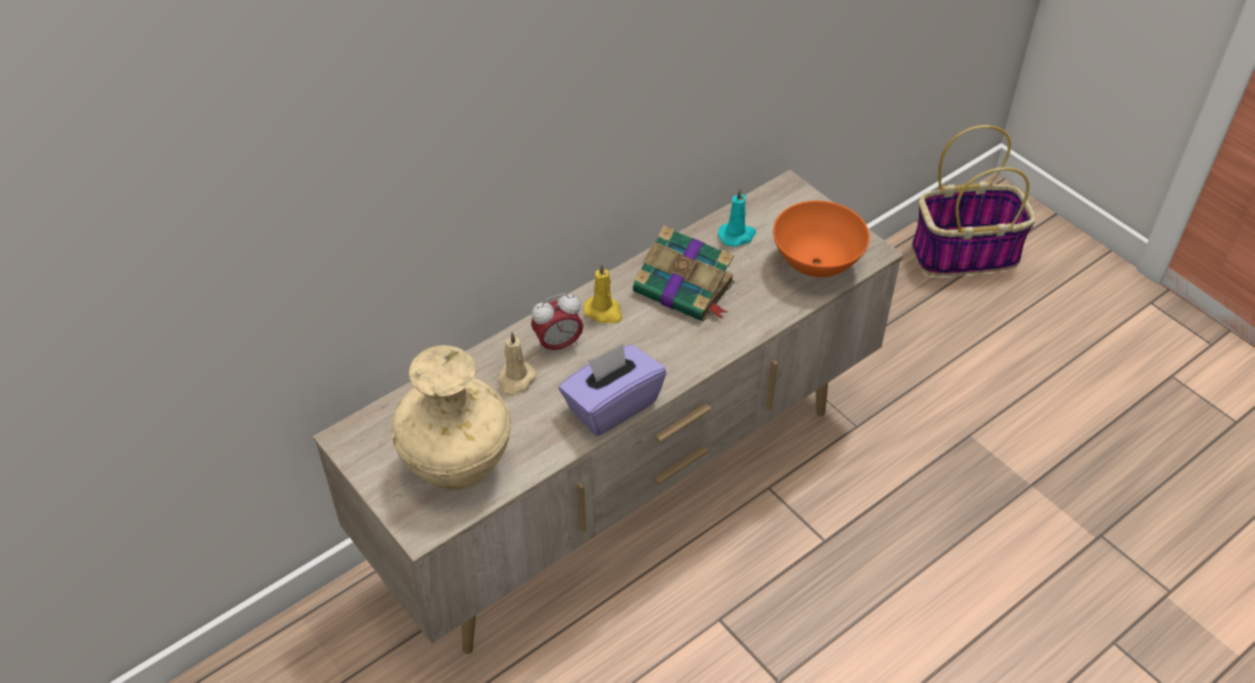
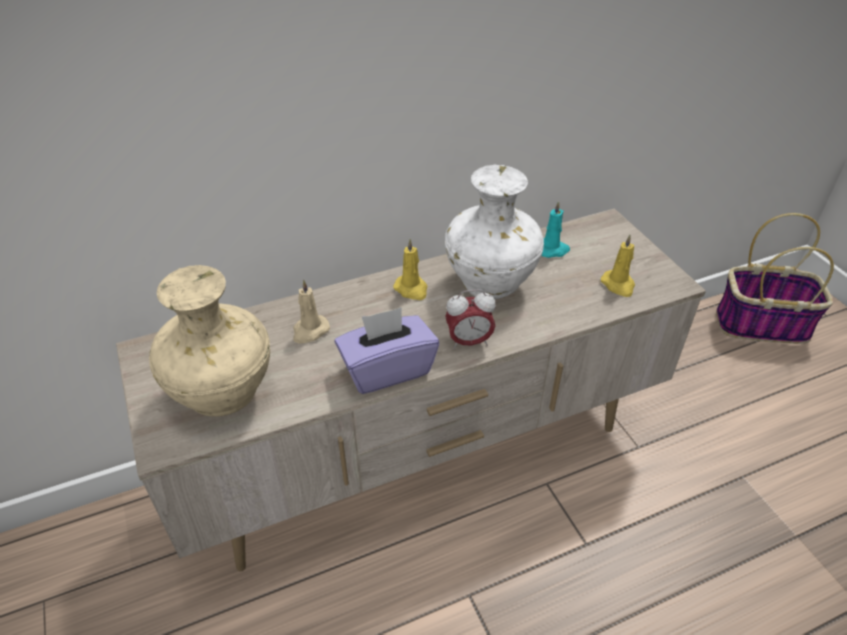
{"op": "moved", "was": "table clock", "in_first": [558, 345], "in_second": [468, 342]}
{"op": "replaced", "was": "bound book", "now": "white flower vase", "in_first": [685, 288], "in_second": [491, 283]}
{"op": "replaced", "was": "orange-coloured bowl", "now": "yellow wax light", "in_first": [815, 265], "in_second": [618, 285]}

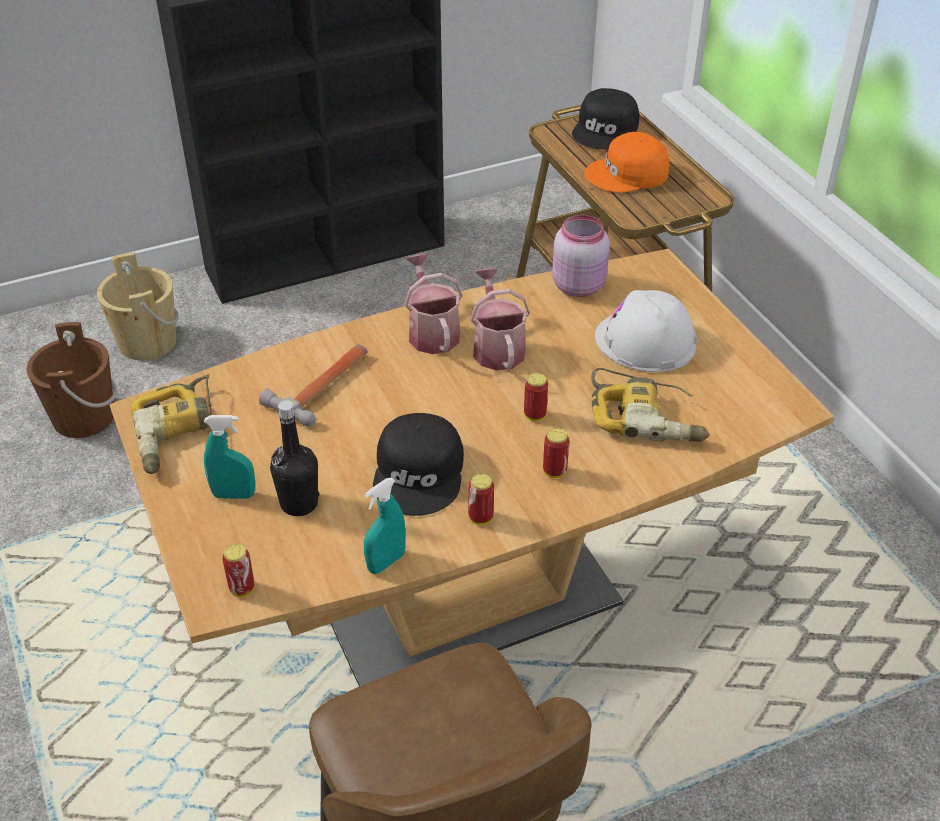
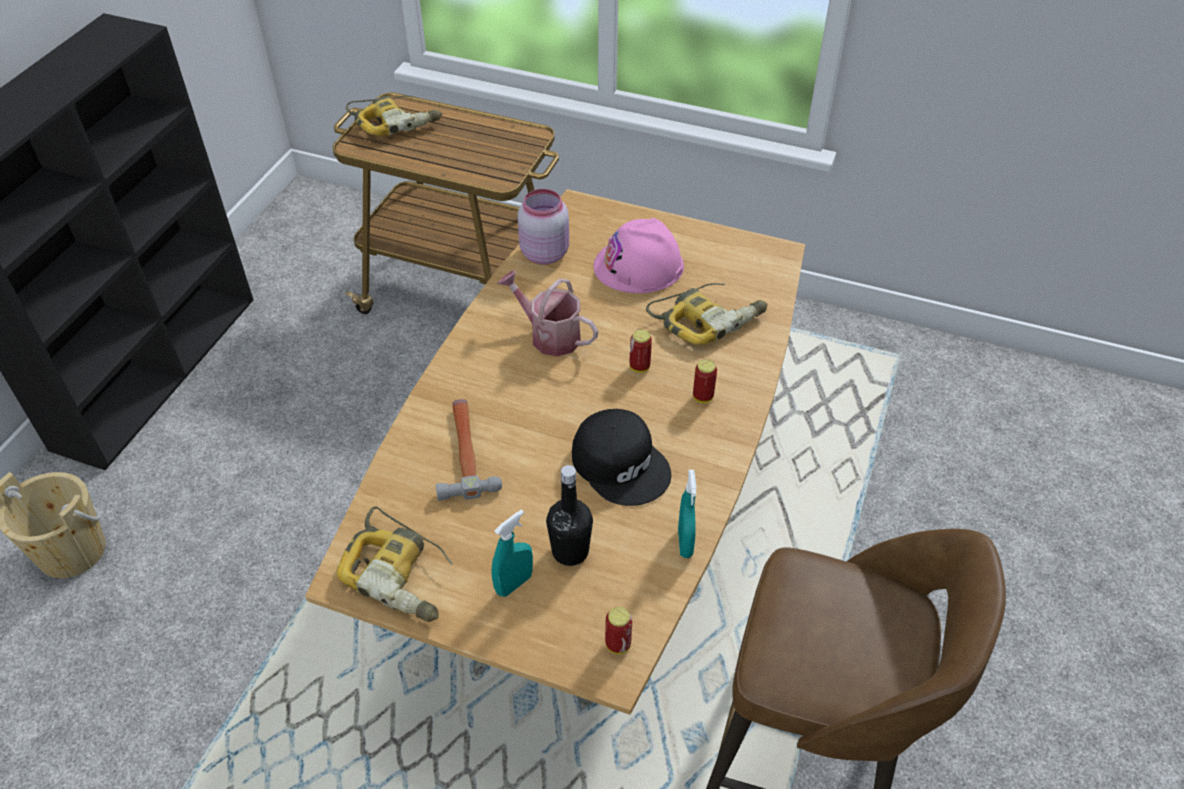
{"op": "removed", "was": "brown water bucket", "in_first": [84, 417]}
{"op": "removed", "was": "sprinkling can", "in_first": [432, 331]}
{"op": "removed", "was": "sealed can", "in_first": [480, 518]}
{"op": "removed", "was": "orange-coloured cap", "in_first": [627, 174]}
{"op": "replaced", "was": "black cap", "now": "power drill", "in_first": [606, 130], "in_second": [396, 121]}
{"op": "recoloured", "was": "white hard hat", "now": "pink hard hat", "in_first": [645, 341], "in_second": [639, 266]}

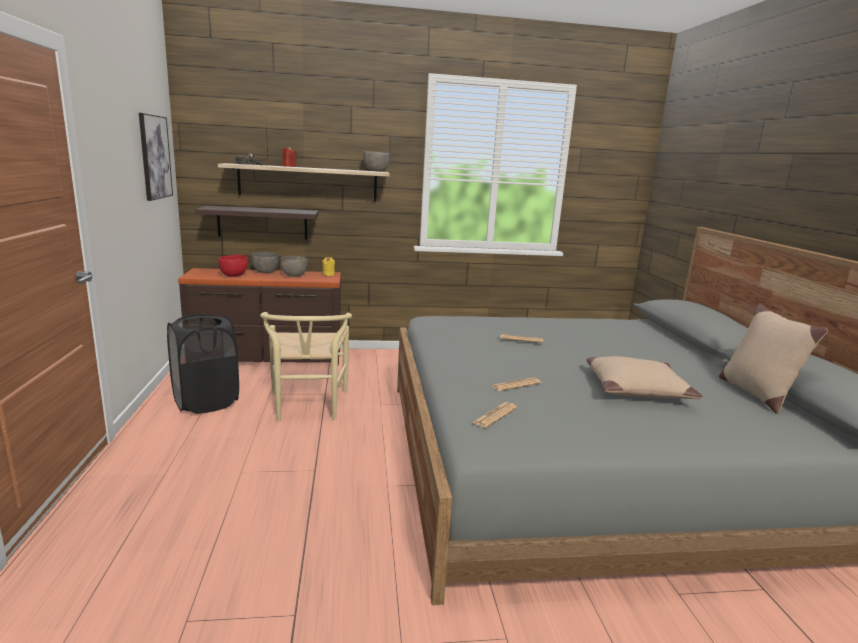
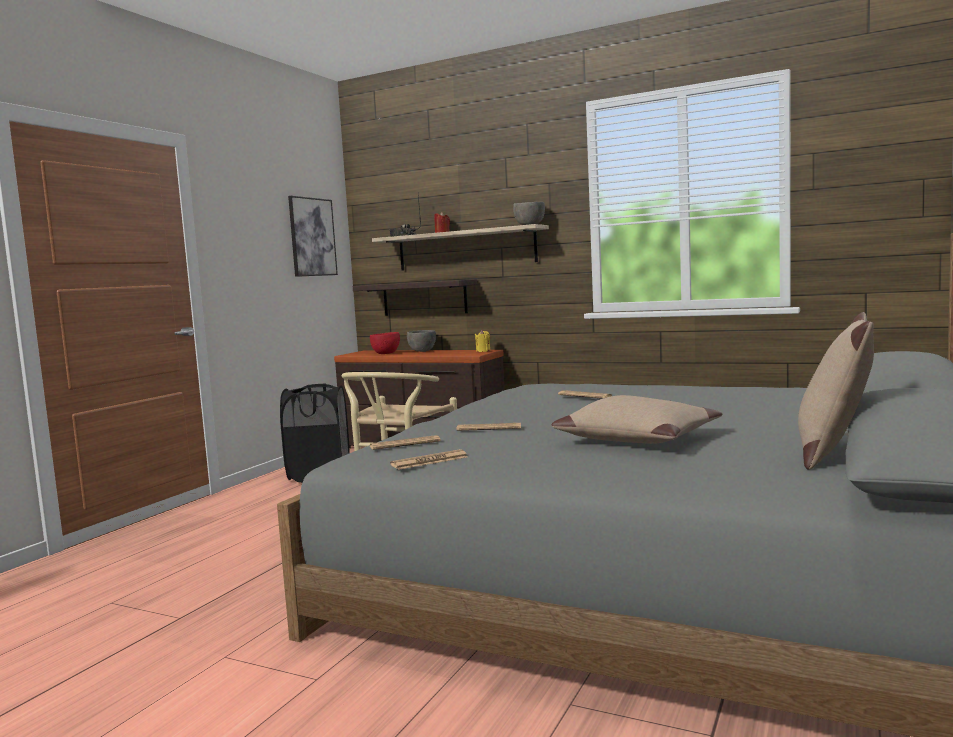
{"op": "removed", "was": "gray bowl", "in_first": [294, 276]}
{"op": "added", "now": "printed paper", "in_second": [429, 461]}

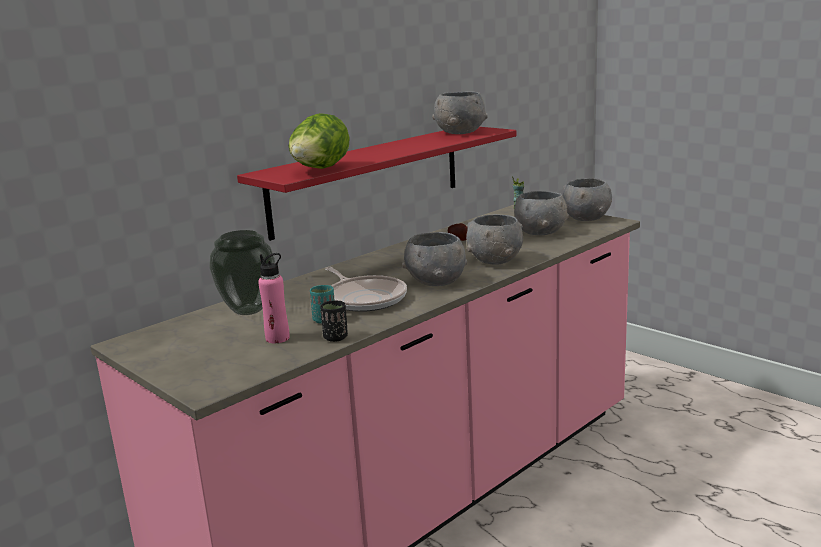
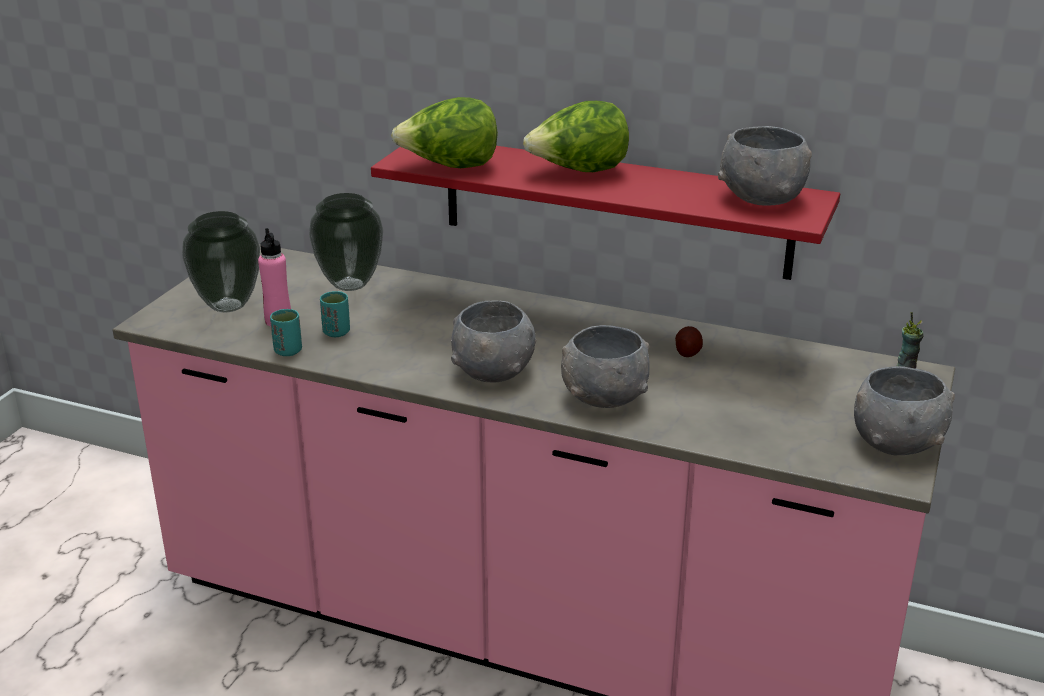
{"op": "removed", "was": "pan", "in_first": [365, 298]}
{"op": "removed", "was": "gray bowl", "in_first": [540, 232]}
{"op": "added", "now": "flower vase", "in_second": [227, 305]}
{"op": "added", "now": "lettuce", "in_second": [579, 172]}
{"op": "recoloured", "was": "black cup", "now": "blue-green cup", "in_first": [335, 338], "in_second": [288, 351]}

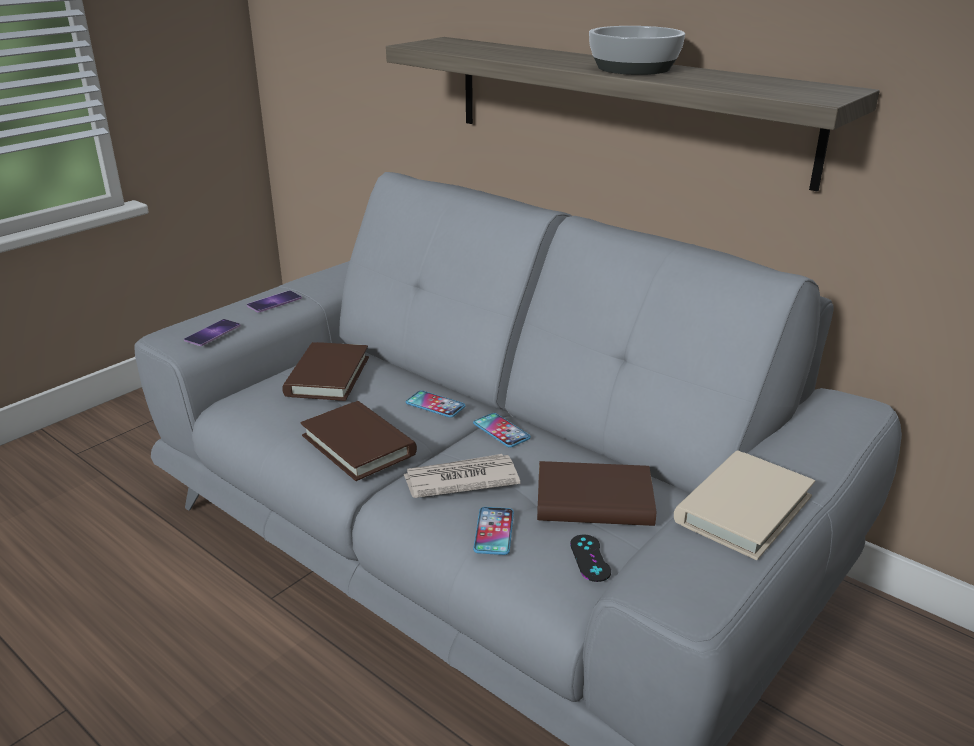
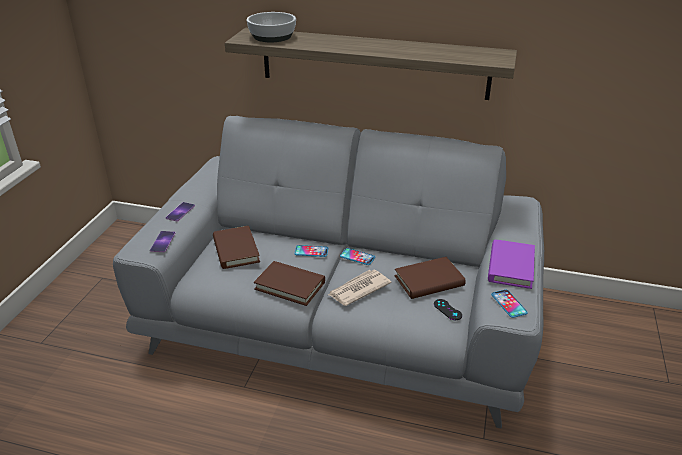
{"op": "moved", "was": "phone", "in_first": [494, 531], "in_second": [508, 304]}
{"op": "moved", "was": "bowl", "in_first": [632, 68], "in_second": [271, 36]}
{"op": "recoloured", "was": "beige bound book", "now": "purple-coloured bound book", "in_first": [743, 509], "in_second": [510, 267]}

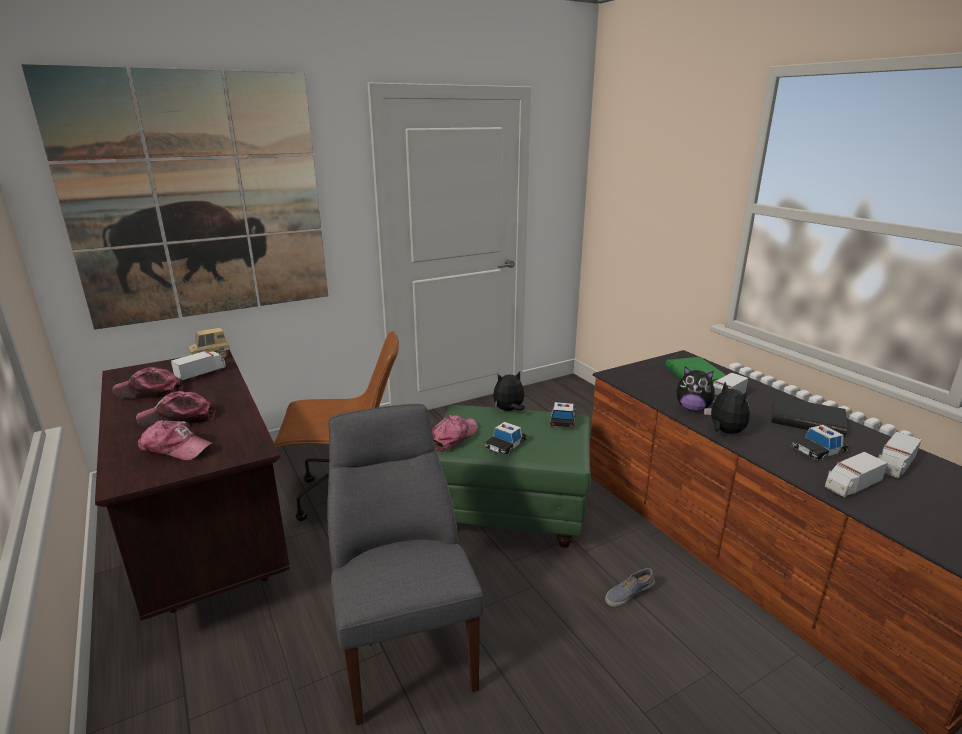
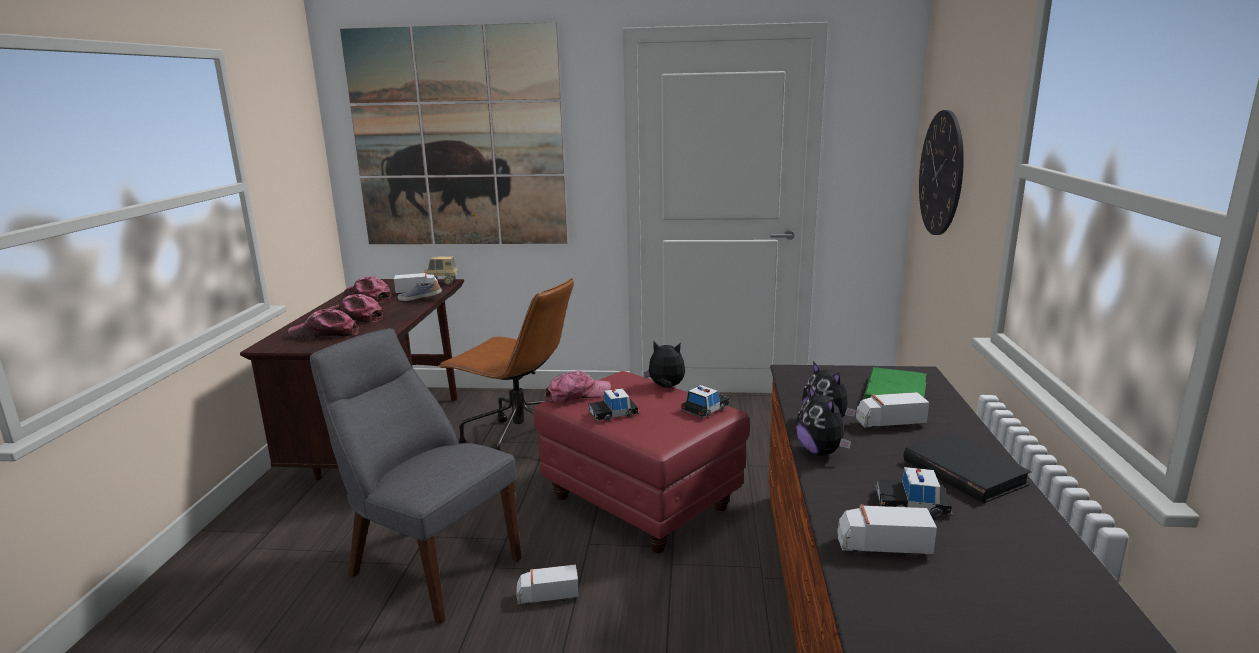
{"op": "added", "now": "wall clock", "in_second": [941, 173]}
{"op": "moved", "was": "low shoe", "in_first": [628, 594], "in_second": [420, 299]}
{"op": "moved", "was": "toy lorry", "in_first": [894, 466], "in_second": [547, 596]}
{"op": "recoloured", "was": "greenish ottoman", "now": "red ottoman", "in_first": [509, 512], "in_second": [639, 503]}
{"op": "turned", "was": "cap", "in_first": [176, 448], "in_second": [325, 334], "clockwise": 120}
{"op": "turned", "was": "gray plain chair", "in_first": [404, 642], "in_second": [429, 565], "clockwise": -75}
{"op": "turned", "was": "plush toy", "in_first": [724, 431], "in_second": [821, 452], "clockwise": 150}

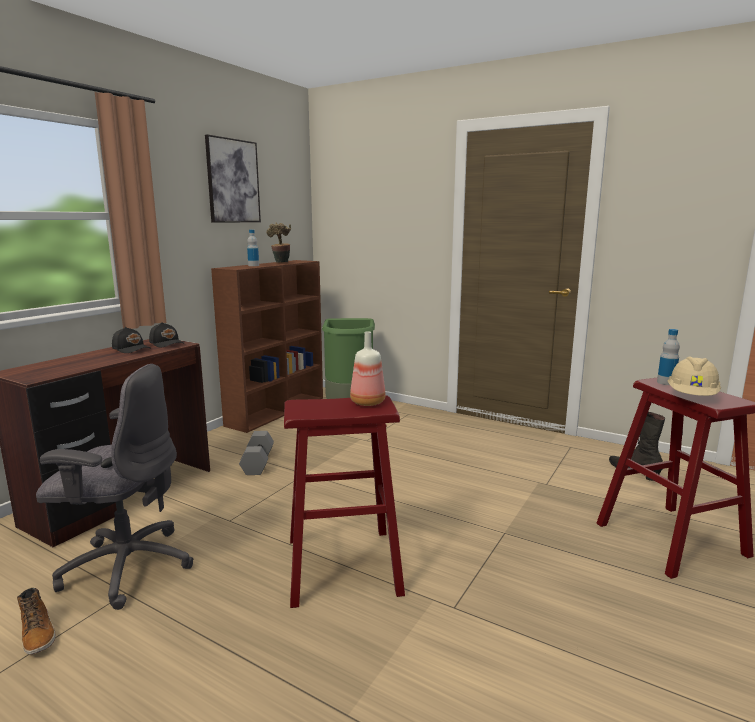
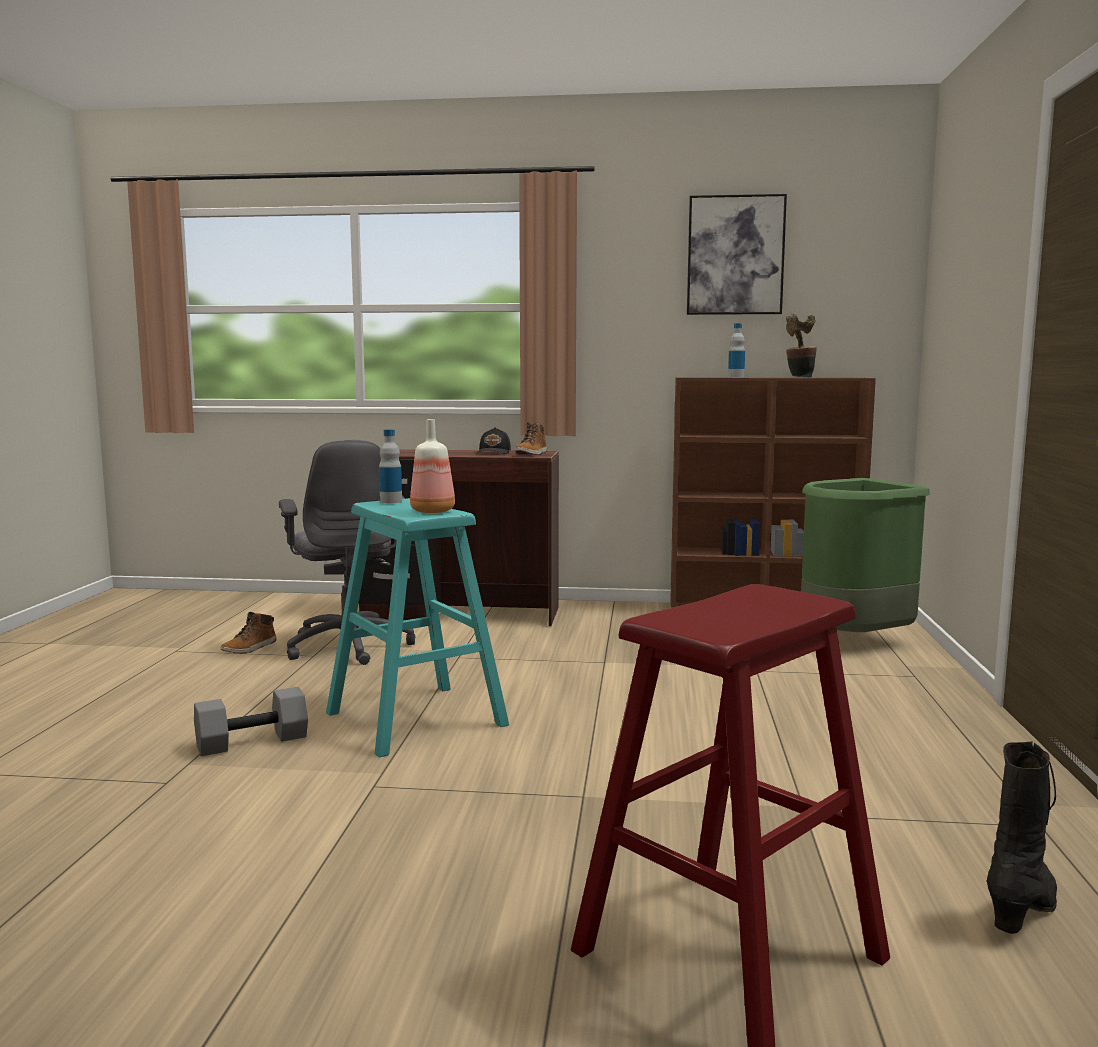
{"op": "removed", "was": "beige hard hat", "in_first": [692, 397]}
{"op": "moved", "was": "gray dumbbell", "in_first": [257, 463], "in_second": [253, 741]}
{"op": "moved", "was": "beverage bottle", "in_first": [666, 382], "in_second": [391, 501]}
{"op": "replaced", "was": "black cap", "now": "tall boot", "in_first": [167, 343], "in_second": [532, 454]}
{"op": "recoloured", "was": "red stool", "now": "blue-green stool", "in_first": [343, 565], "in_second": [416, 719]}

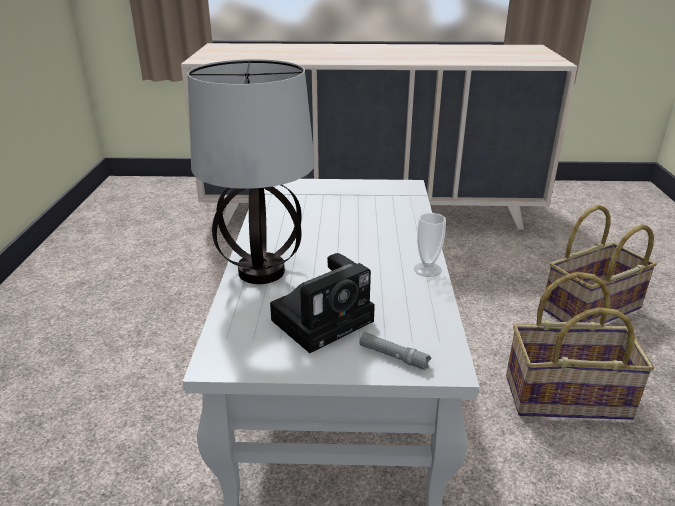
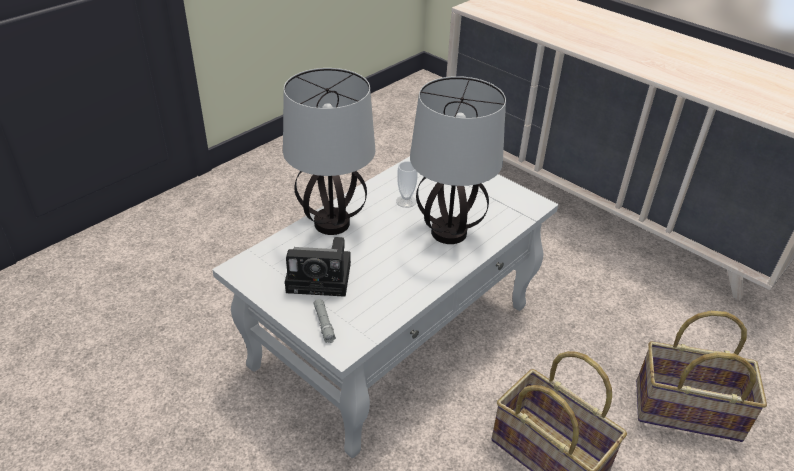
{"op": "added", "now": "lamp for a table", "in_second": [448, 233]}
{"op": "moved", "was": "cup", "in_first": [427, 269], "in_second": [406, 201]}

